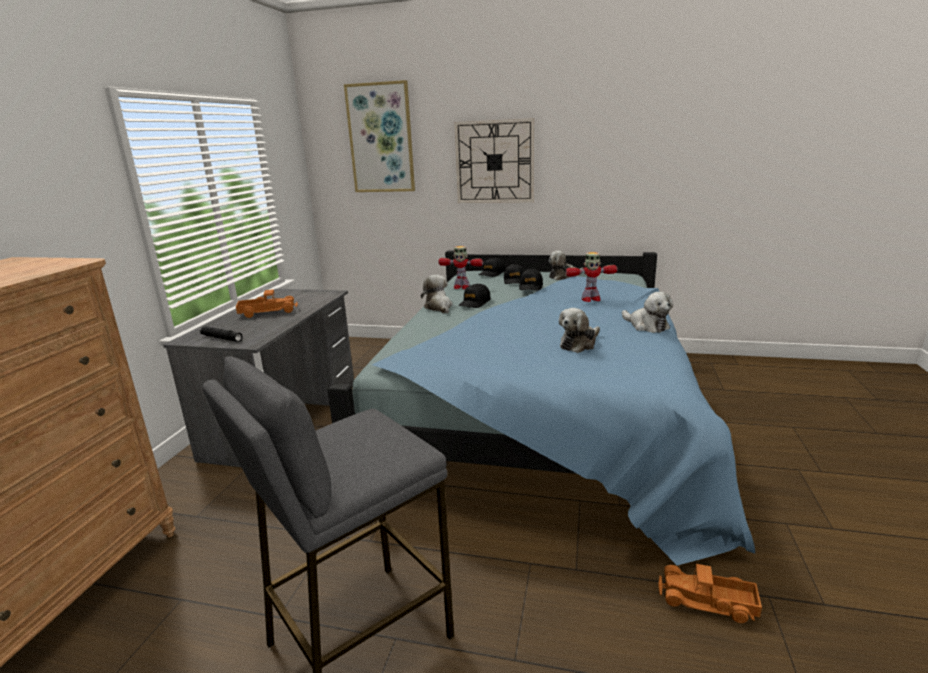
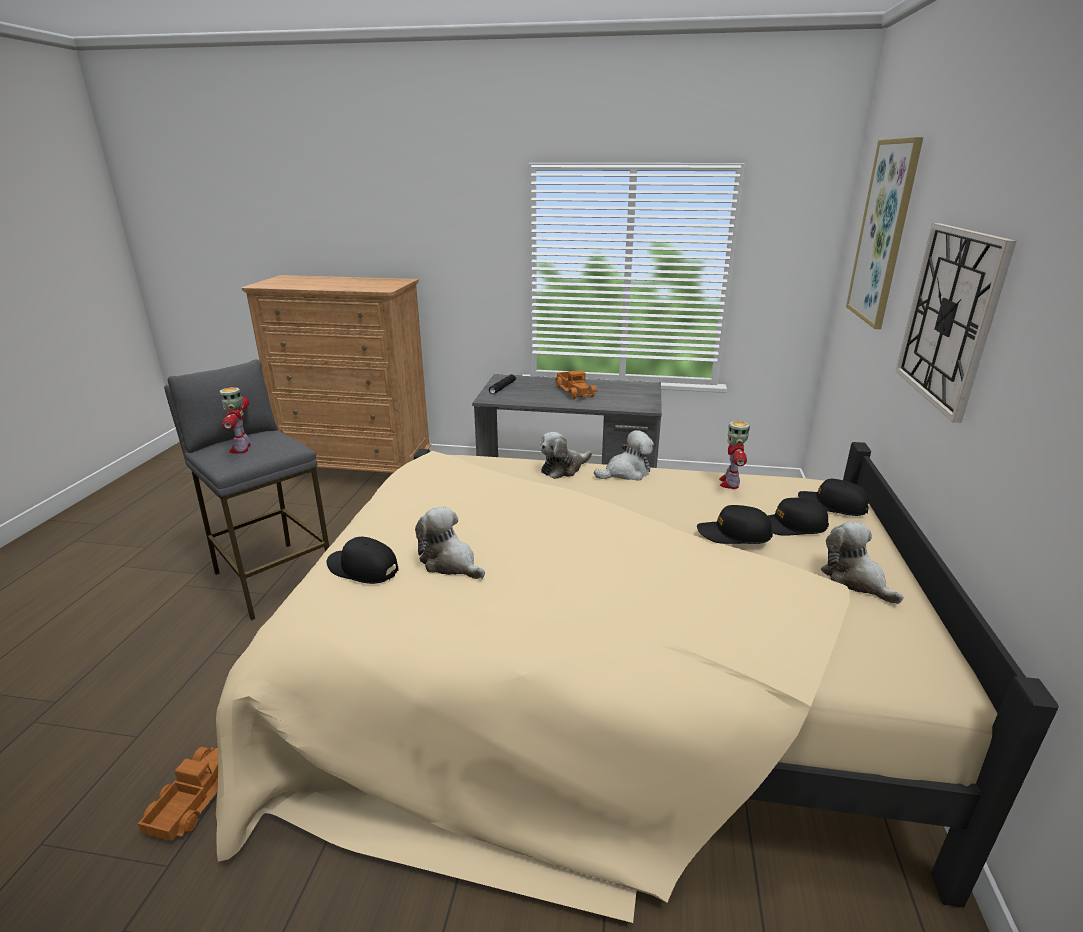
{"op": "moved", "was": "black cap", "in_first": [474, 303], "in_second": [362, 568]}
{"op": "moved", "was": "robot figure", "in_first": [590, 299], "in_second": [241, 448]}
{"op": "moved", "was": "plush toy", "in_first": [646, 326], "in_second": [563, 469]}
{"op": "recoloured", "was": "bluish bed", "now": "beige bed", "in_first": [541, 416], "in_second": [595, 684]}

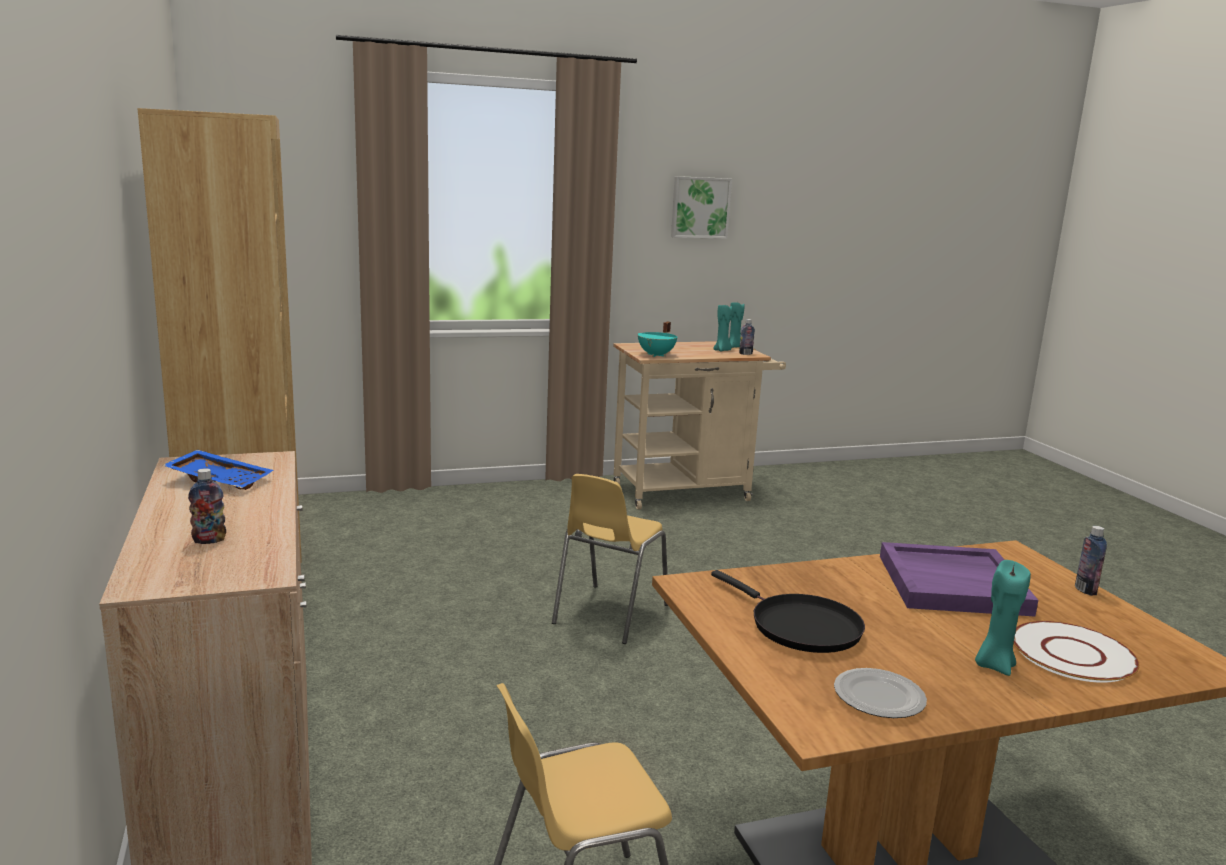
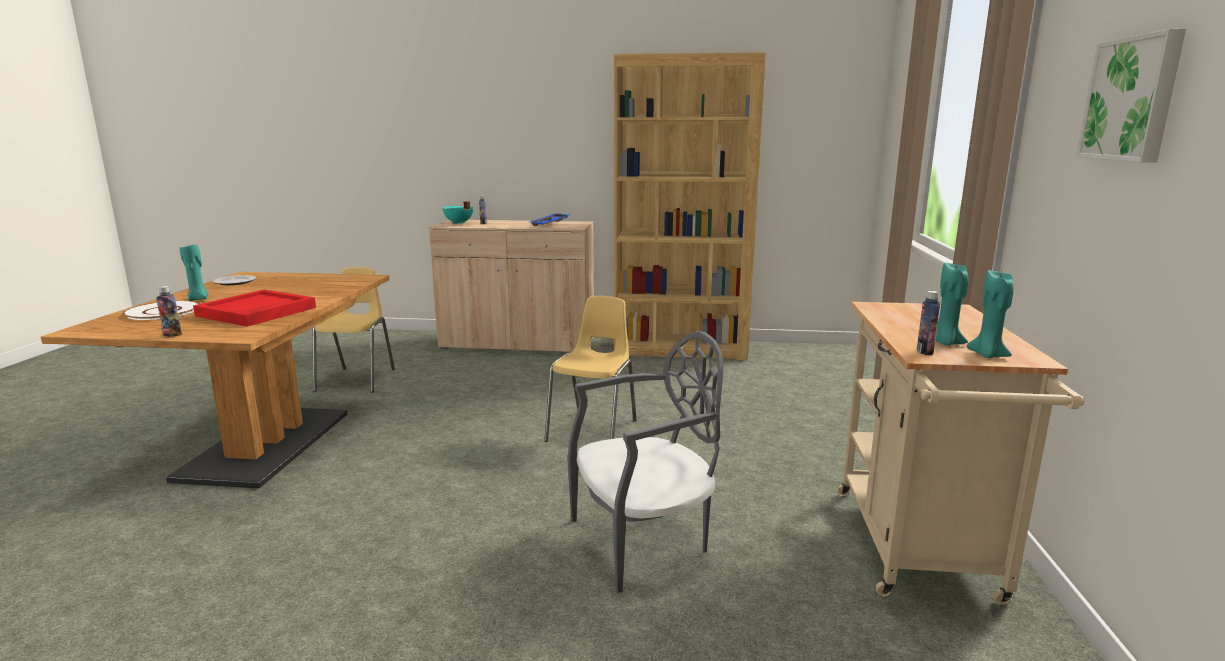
{"op": "removed", "was": "black pan", "in_first": [799, 627]}
{"op": "added", "now": "gray plain chair", "in_second": [644, 541]}
{"op": "moved", "was": "blue-green stockpot", "in_first": [657, 355], "in_second": [458, 223]}
{"op": "recoloured", "was": "purple-coloured tray", "now": "red tray", "in_first": [953, 584], "in_second": [256, 312]}
{"op": "turned", "was": "yellow plain chair", "in_first": [608, 614], "in_second": [594, 430], "clockwise": 60}

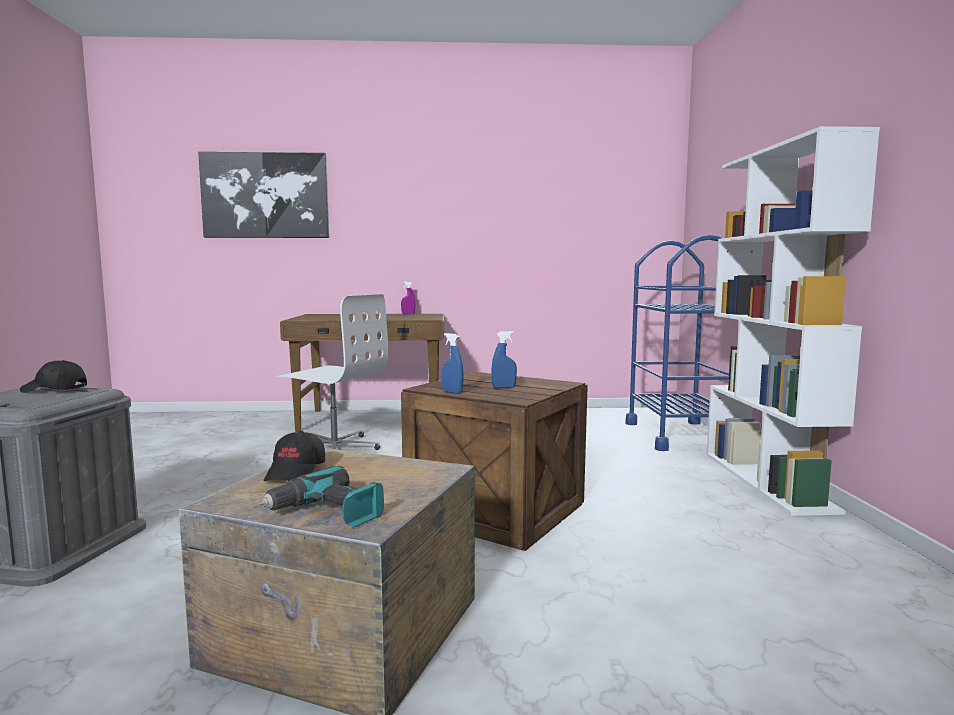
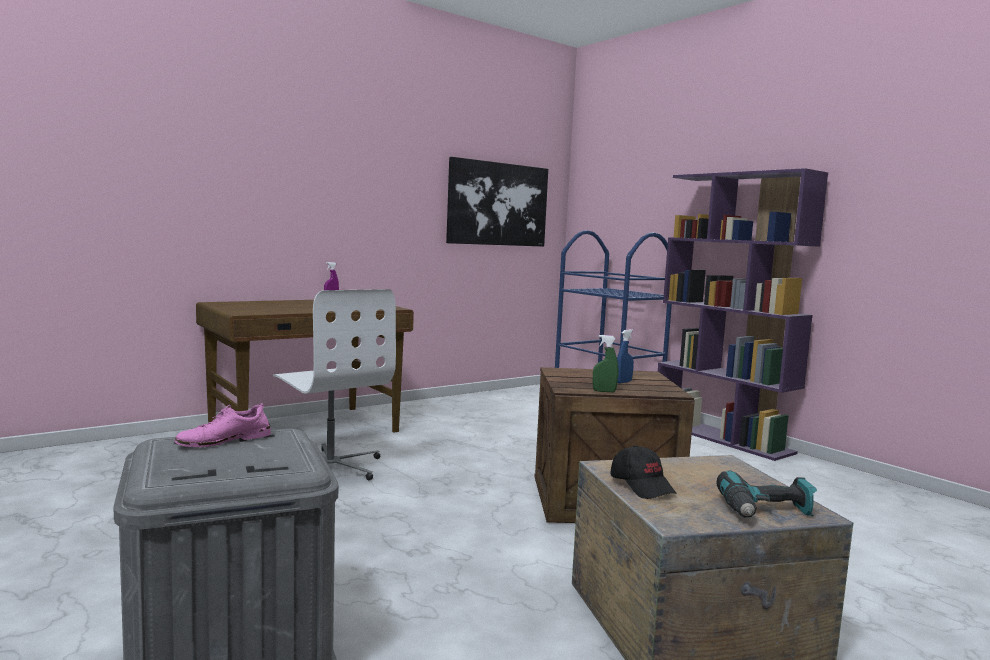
{"op": "moved", "was": "wall picture", "in_first": [265, 195], "in_second": [498, 204]}
{"op": "replaced", "was": "black cap", "now": "pink low shoe", "in_first": [54, 390], "in_second": [224, 440]}
{"op": "recoloured", "was": "bluish hand sprayer", "now": "greenish hand sprayer", "in_first": [452, 392], "in_second": [604, 391]}
{"op": "recoloured", "was": "white bookcase", "now": "purple-coloured bookcase", "in_first": [767, 481], "in_second": [722, 437]}
{"op": "turned", "was": "white desk chair", "in_first": [335, 447], "in_second": [331, 467], "clockwise": 60}

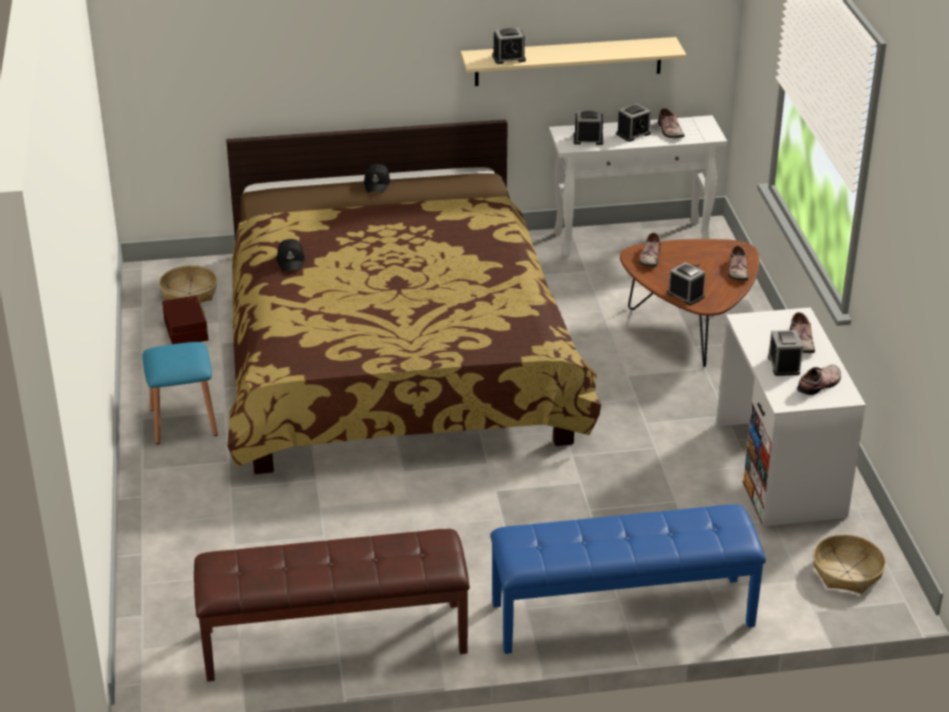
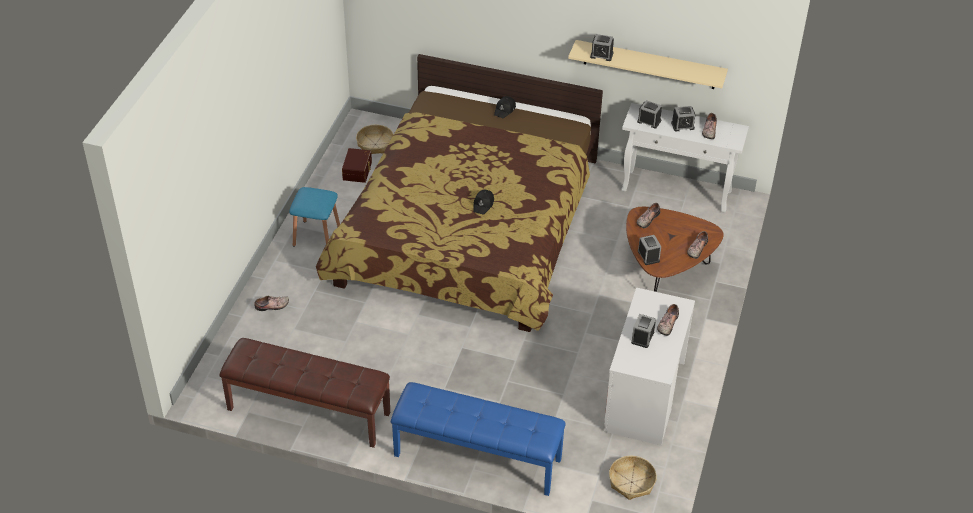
{"op": "moved", "was": "black cap", "in_first": [291, 260], "in_second": [483, 204]}
{"op": "moved", "was": "low shoe", "in_first": [820, 385], "in_second": [272, 306]}

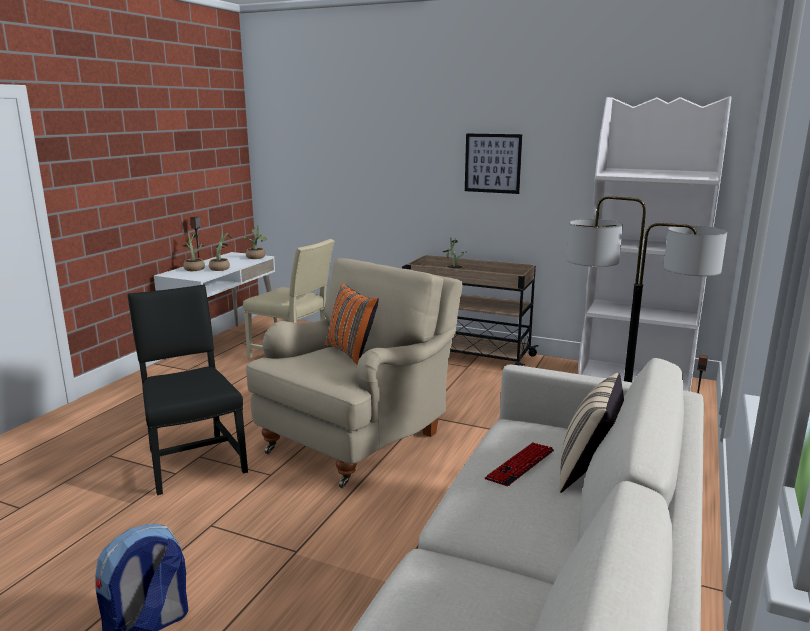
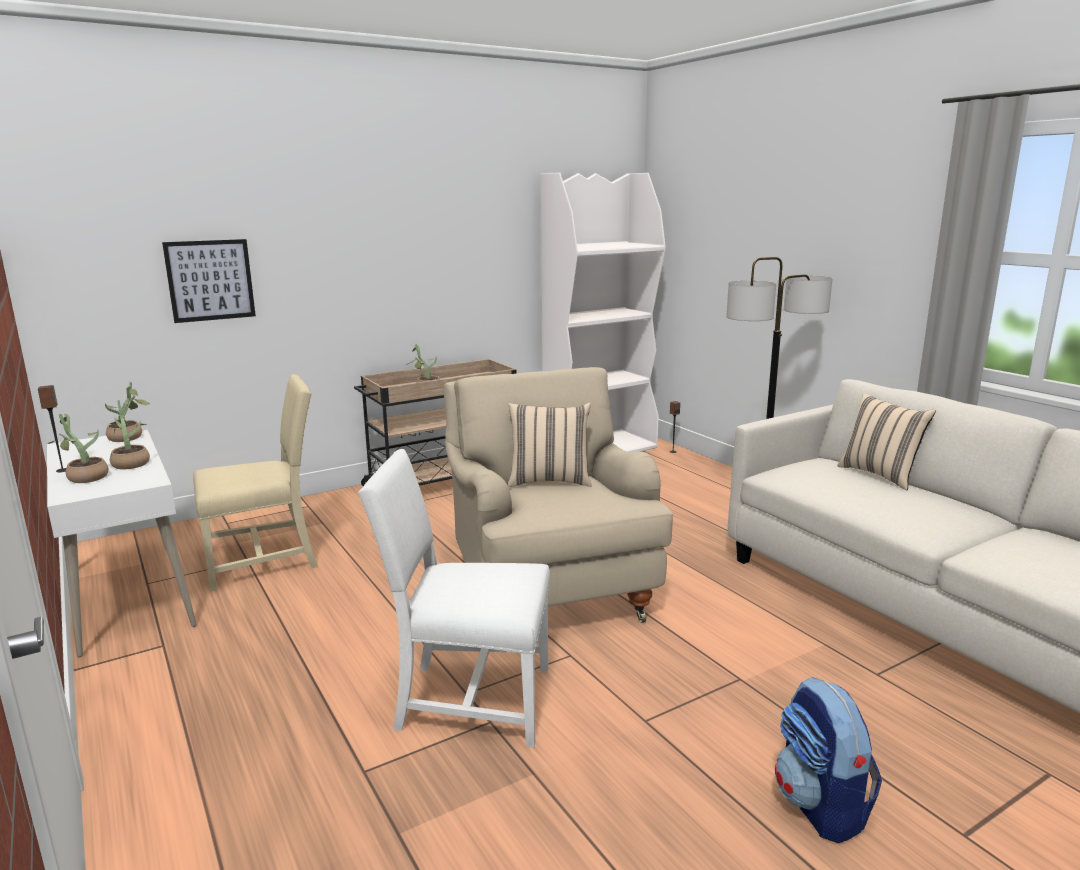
{"op": "removed", "was": "PC keyboard", "in_first": [520, 465]}
{"op": "moved", "was": "wall picture", "in_first": [492, 163], "in_second": [210, 280]}
{"op": "recoloured", "was": "black plain chair", "now": "white plain chair", "in_first": [193, 459], "in_second": [468, 700]}
{"op": "recoloured", "was": "orange-coloured pillow", "now": "beige pillow", "in_first": [352, 352], "in_second": [549, 481]}

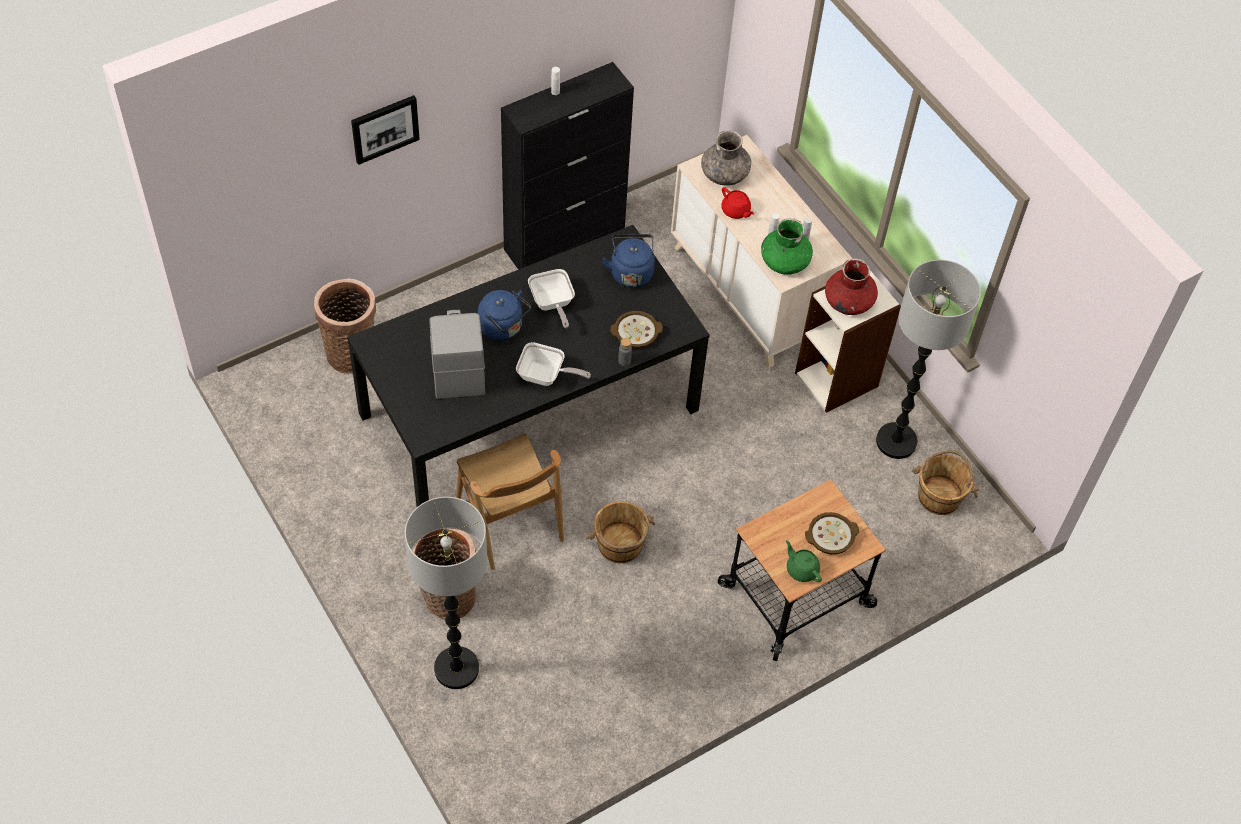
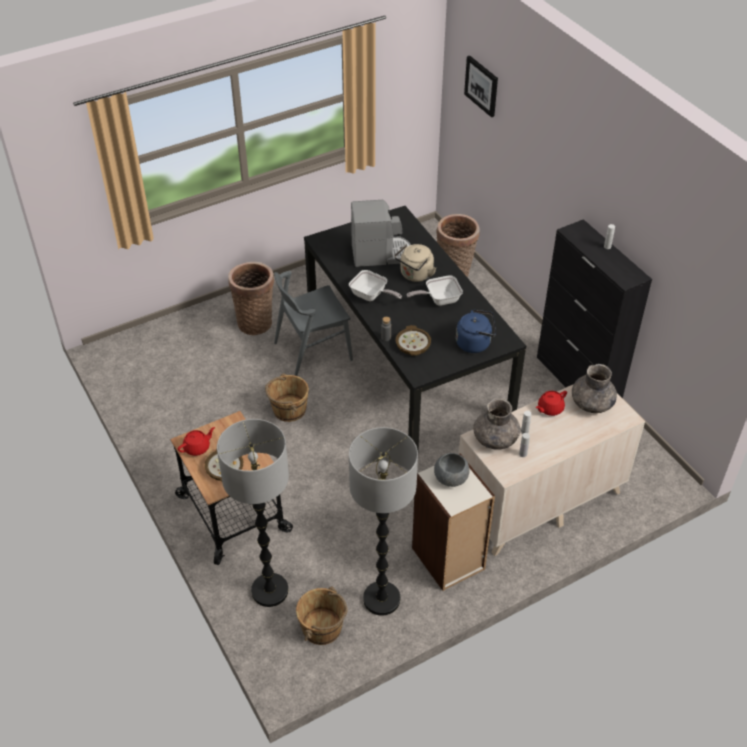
{"op": "moved", "was": "wall picture", "in_first": [384, 128], "in_second": [482, 85]}
{"op": "moved", "was": "floor lamp", "in_first": [456, 668], "in_second": [270, 590]}
{"op": "replaced", "was": "red flower vase", "now": "gray bowl", "in_first": [848, 301], "in_second": [451, 478]}
{"op": "recoloured", "was": "brown plain chair", "now": "gray plain chair", "in_first": [509, 521], "in_second": [312, 351]}
{"op": "recoloured", "was": "bluish water kettle", "now": "beige water kettle", "in_first": [503, 328], "in_second": [415, 275]}
{"op": "recoloured", "was": "greenish flower vase", "now": "gray flower vase", "in_first": [785, 261], "in_second": [495, 439]}
{"op": "recoloured", "was": "greenish teapot", "now": "red teapot", "in_first": [801, 569], "in_second": [197, 448]}
{"op": "turned", "was": "pan", "in_first": [545, 376], "in_second": [371, 296], "clockwise": -75}

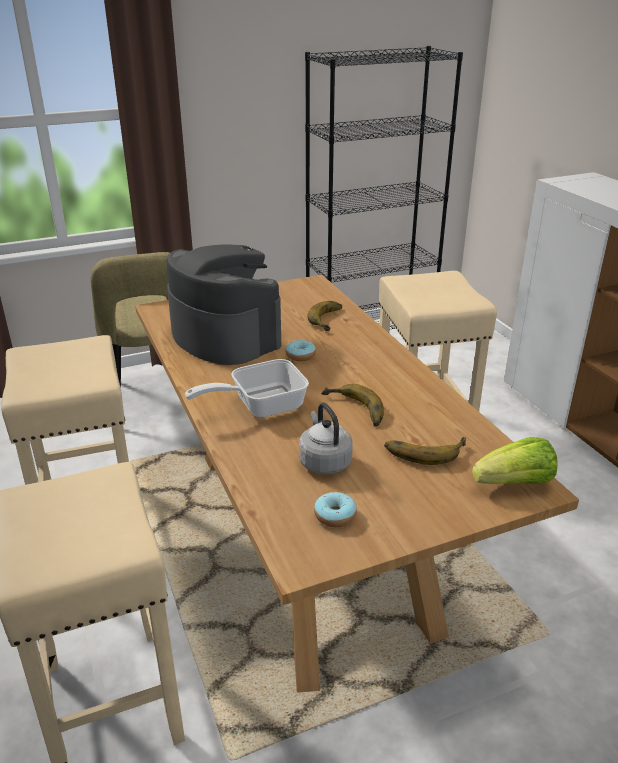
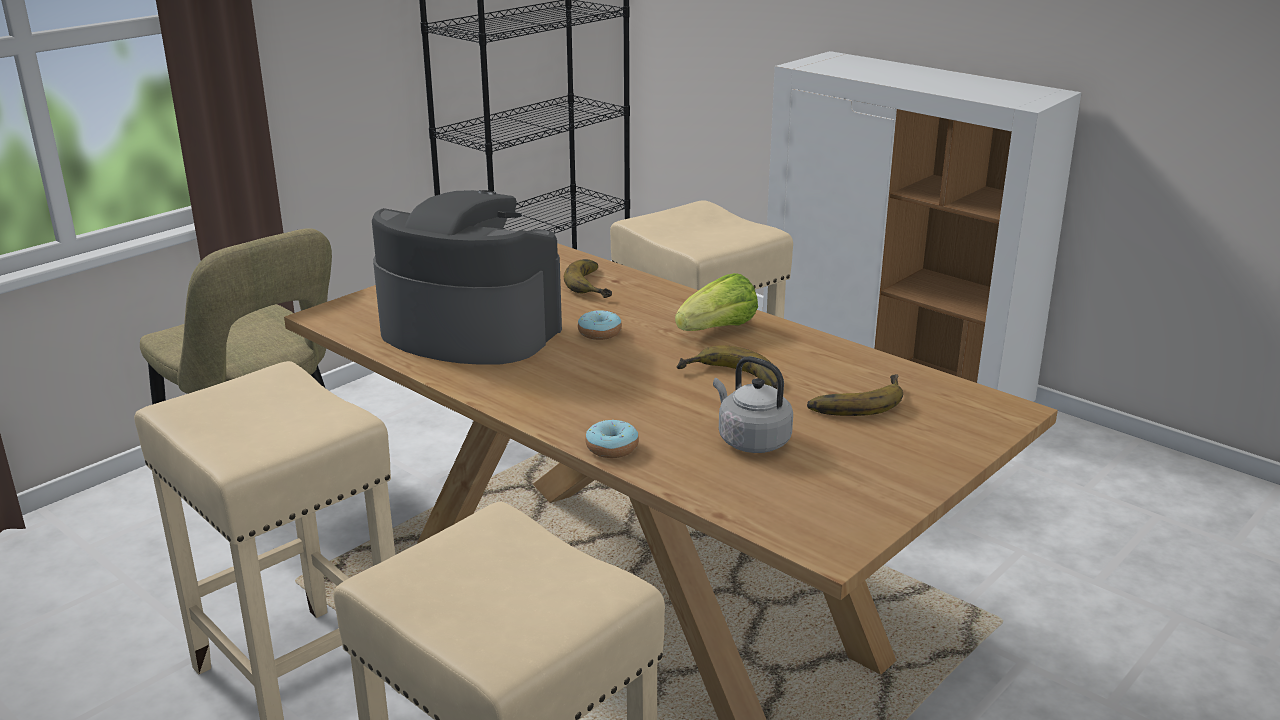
{"op": "removed", "was": "pan", "in_first": [260, 406]}
{"op": "moved", "was": "donut", "in_first": [335, 516], "in_second": [612, 448]}
{"op": "moved", "was": "lettuce", "in_first": [515, 483], "in_second": [718, 330]}

